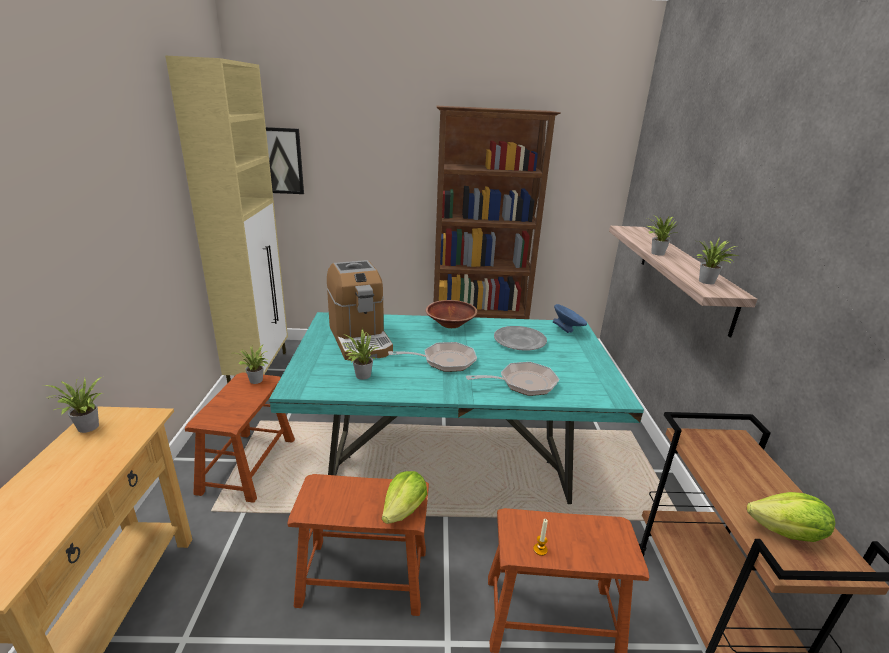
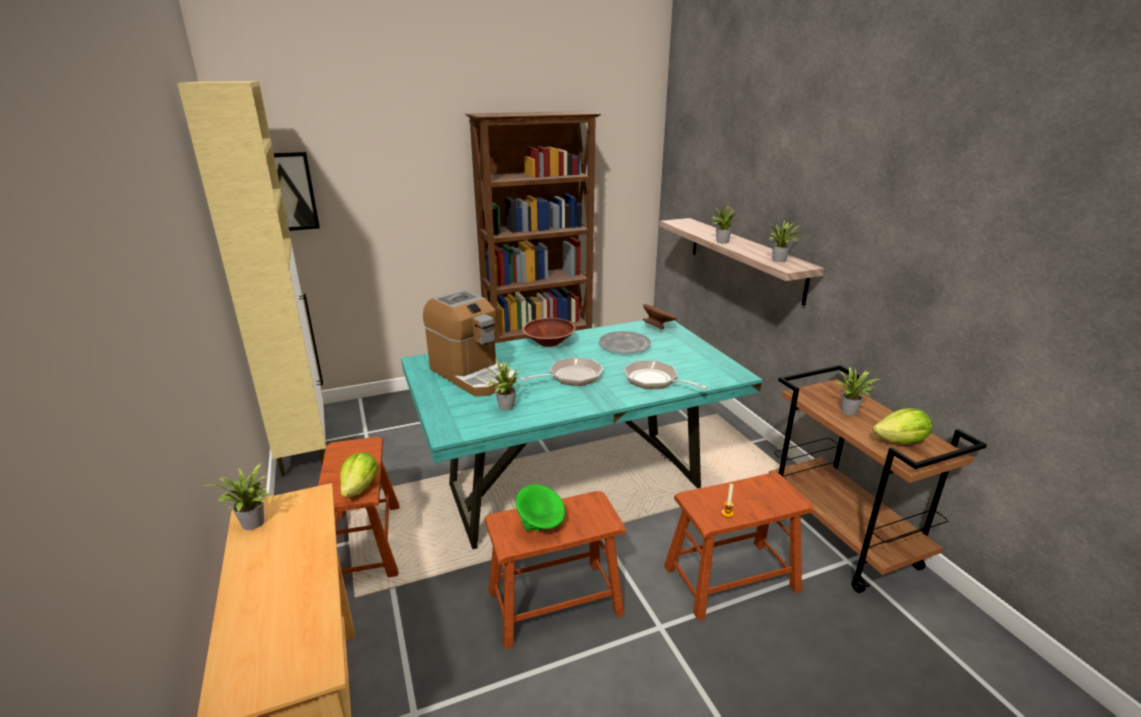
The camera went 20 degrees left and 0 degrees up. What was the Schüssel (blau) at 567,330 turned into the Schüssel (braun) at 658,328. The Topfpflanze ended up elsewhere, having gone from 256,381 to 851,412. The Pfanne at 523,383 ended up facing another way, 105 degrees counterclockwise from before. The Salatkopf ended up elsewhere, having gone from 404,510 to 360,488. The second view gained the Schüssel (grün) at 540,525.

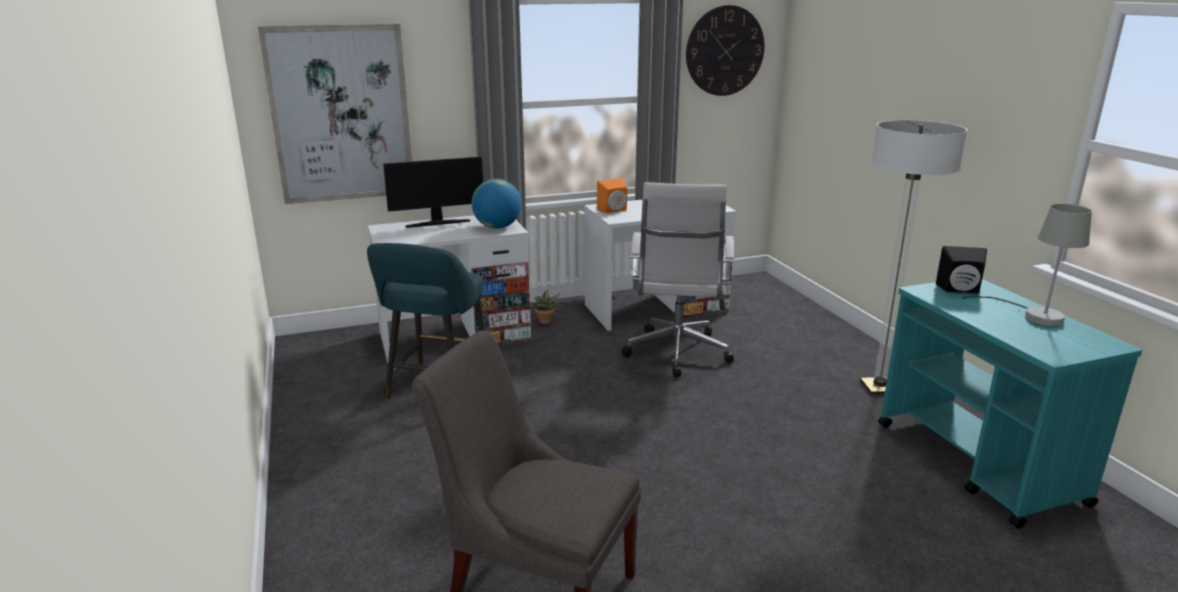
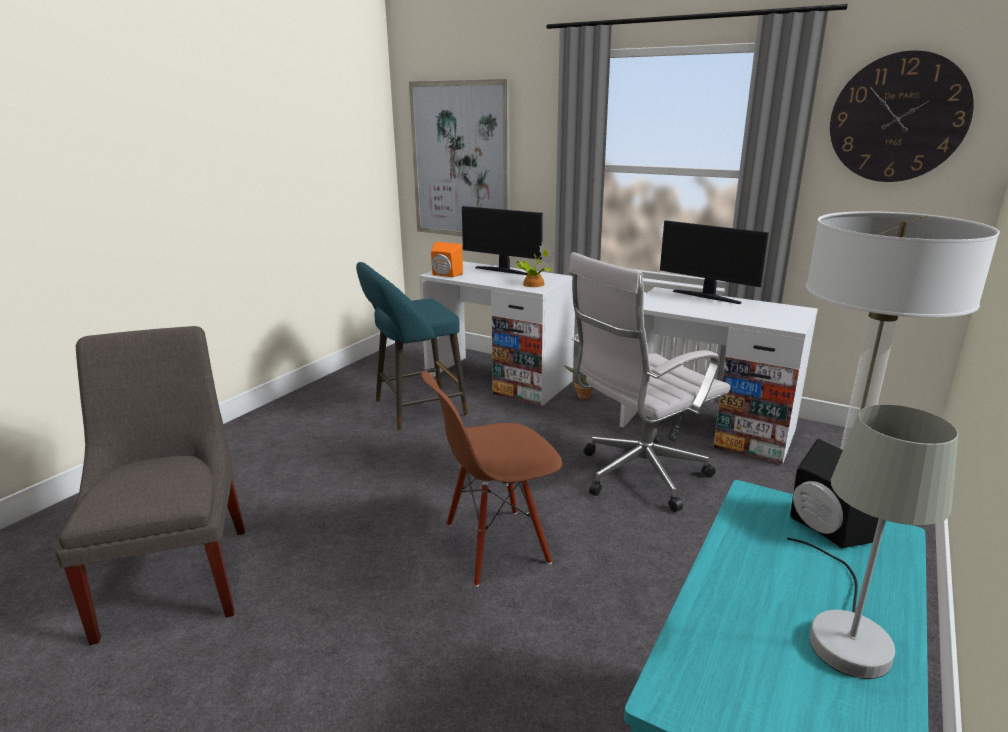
The camera went 50 degrees right and 0 degrees up. The Lautsprecher (orange) ended up elsewhere, having gone from 614,210 to 445,275. Where the Globus stood at 497,227, the Topfpflanze came to stand at 532,284. The second view gained the Monitor at 707,296. The second view gained the Stuhl (braun) at 496,545.

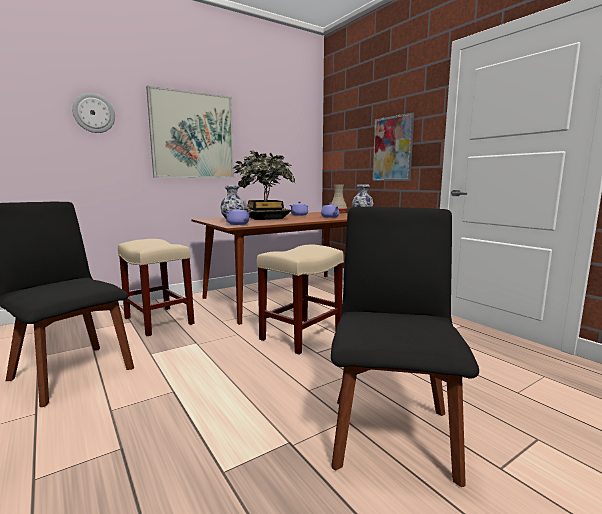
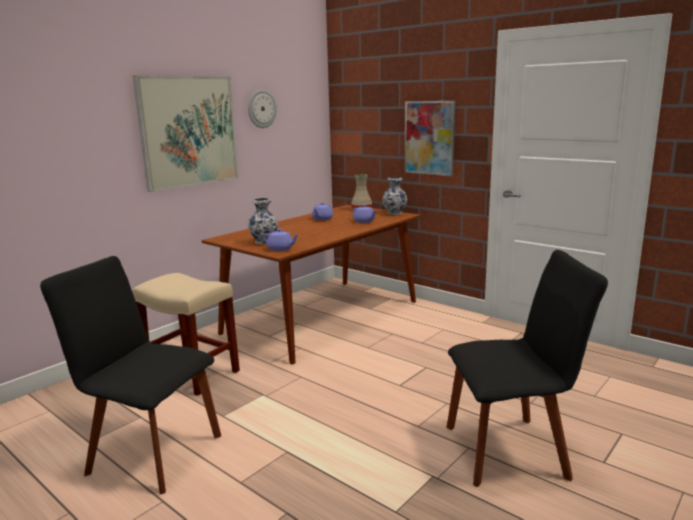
The camera went 15 degrees left and 5 degrees up. The Wanduhr ended up elsewhere, having gone from 94,113 to 261,108. The second view lost the Topfpflanze at 265,218. The Stuhl (schwarz) at 392,432 ended up facing another way, 90 degrees clockwise from before. The second view lost the Hocker (beige) at 301,336.

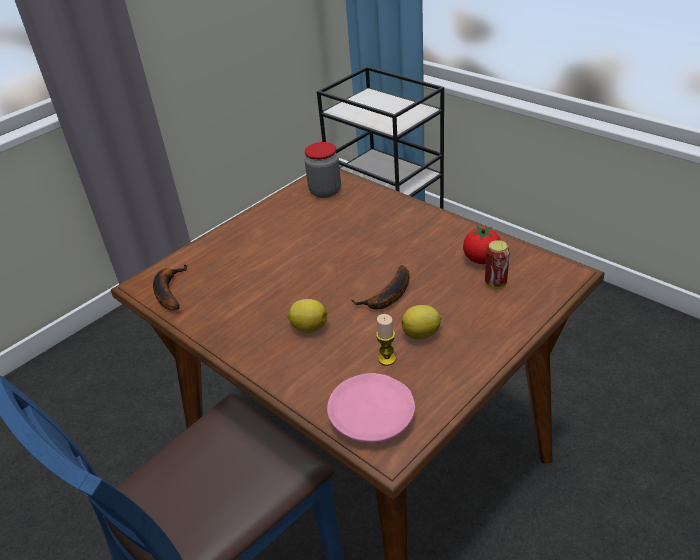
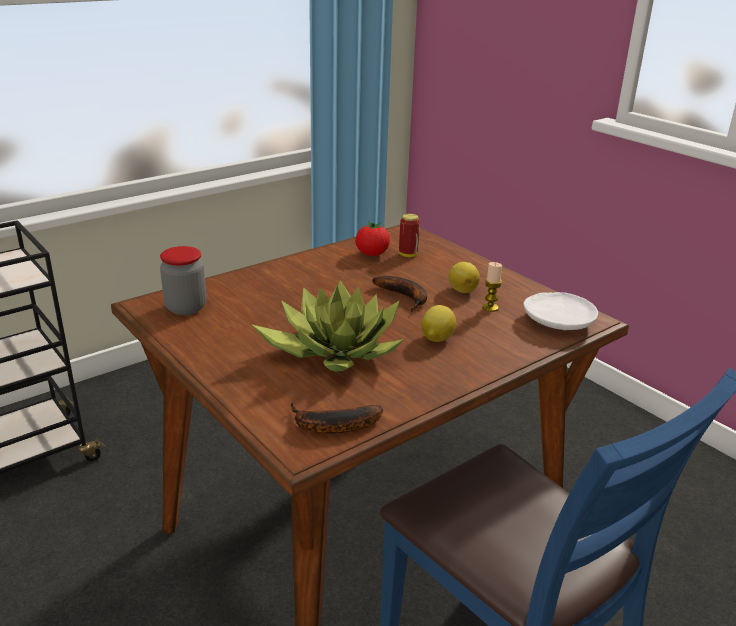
The camera went 85 degrees left and 10 degrees down. What was the Teller (rosa) at 373,418 turned into the Teller (weiß) at 558,321. The second view gained the Topfpflanze at 333,350.

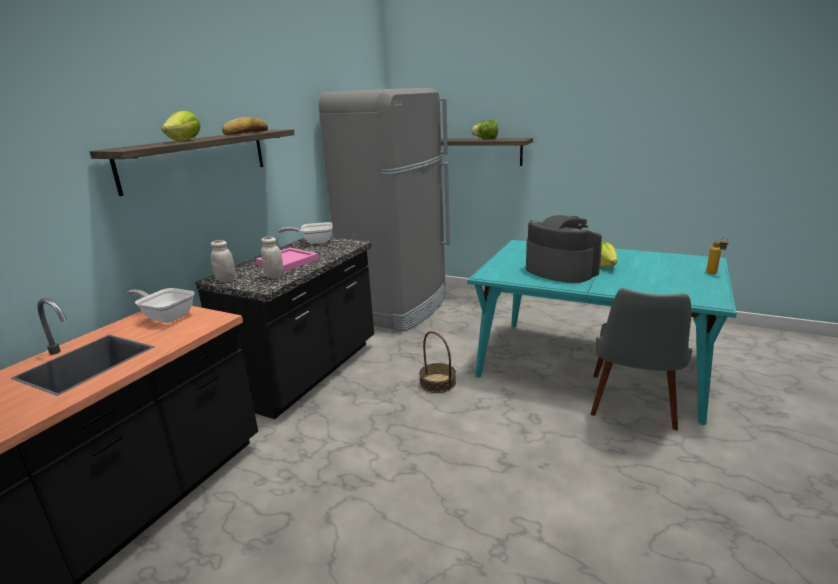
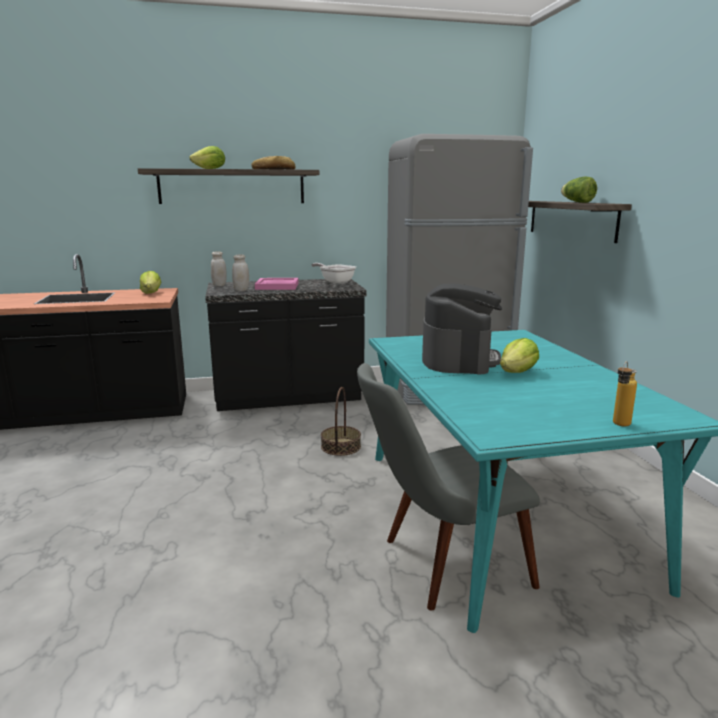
The camera went 50 degrees right and 5 degrees down. Where the Pfanne stood at 166,316, the Salatkopf came to stand at 151,293.

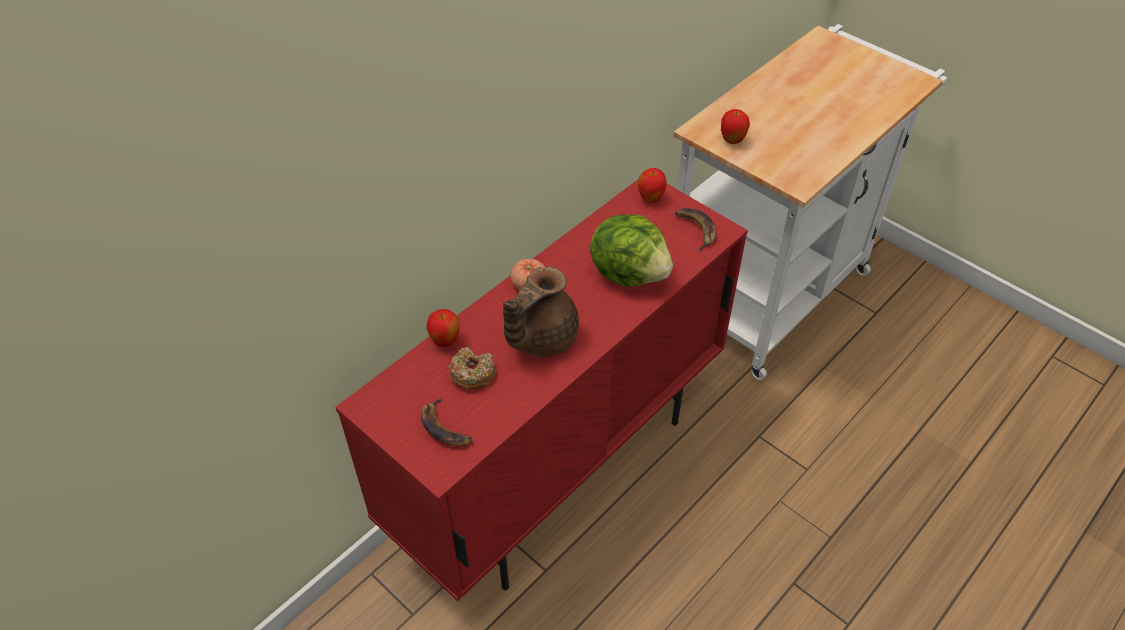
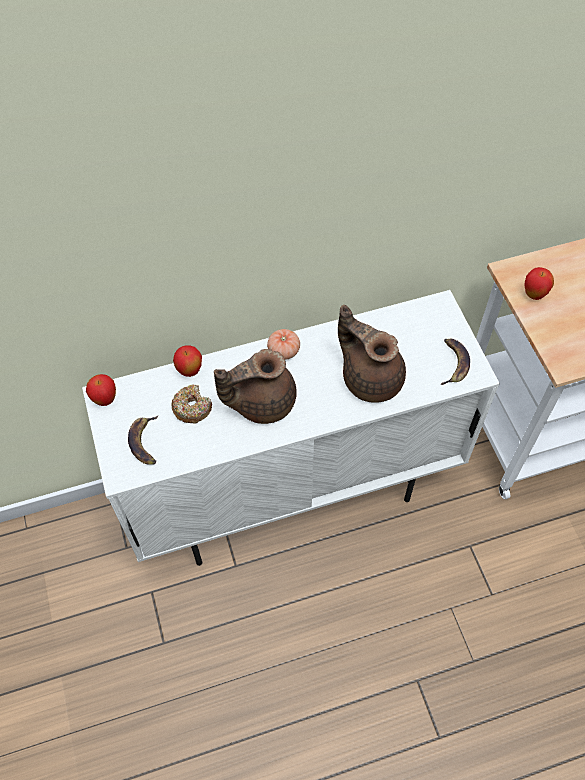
The camera went 30 degrees right and 10 degrees up. The Apfel ended up elsewhere, having gone from 650,199 to 105,400. What was the Schrank (rot) at 559,470 turned into the Schrank (weiß) at 293,493. Where the Salatkopf stood at 629,273, the Teekanne (braun) came to stand at 370,377.

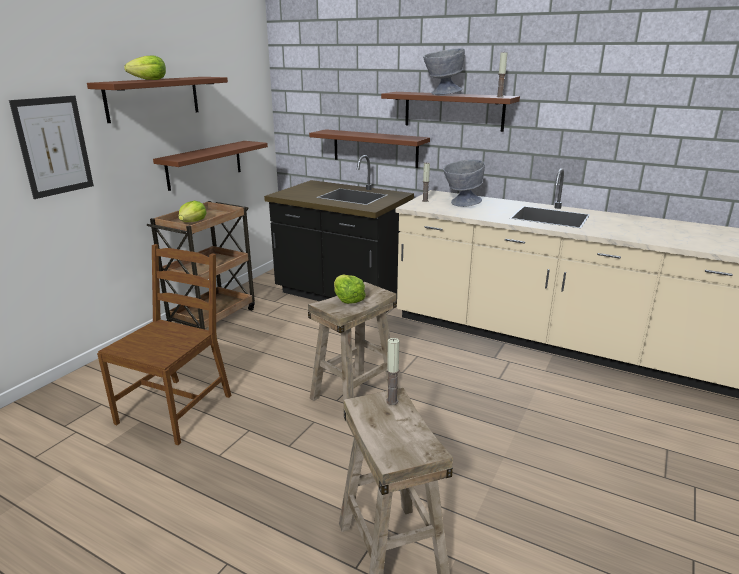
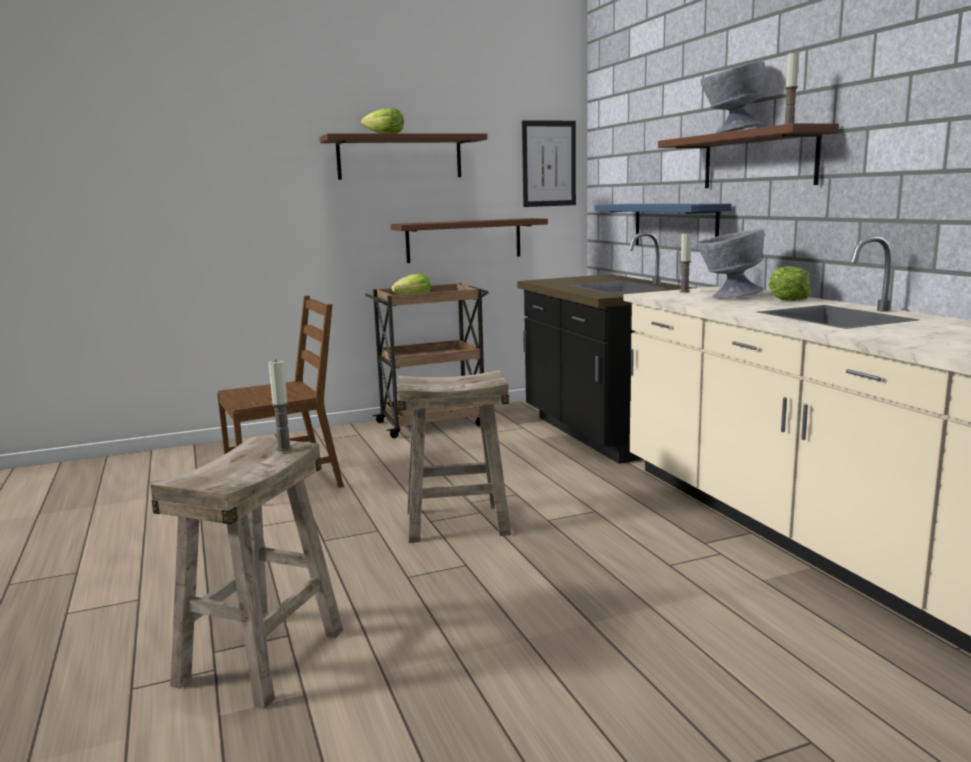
The camera went 40 degrees right and 10 degrees down. The Bild ended up elsewhere, having gone from 54,146 to 549,163. What was the Wandregal (braun) at 375,148 turned into the Wandregal (blau) at 674,226. The Salatkopf ended up elsewhere, having gone from 348,299 to 787,299.

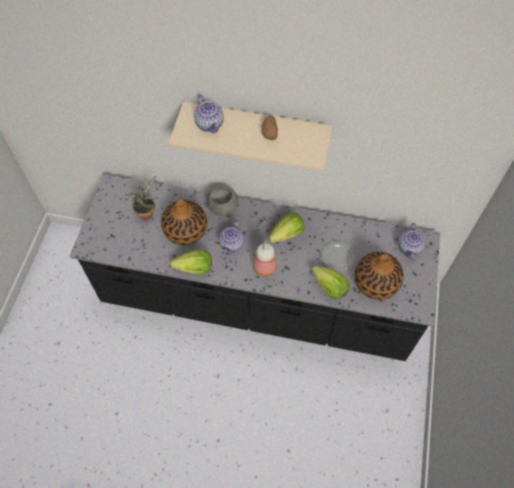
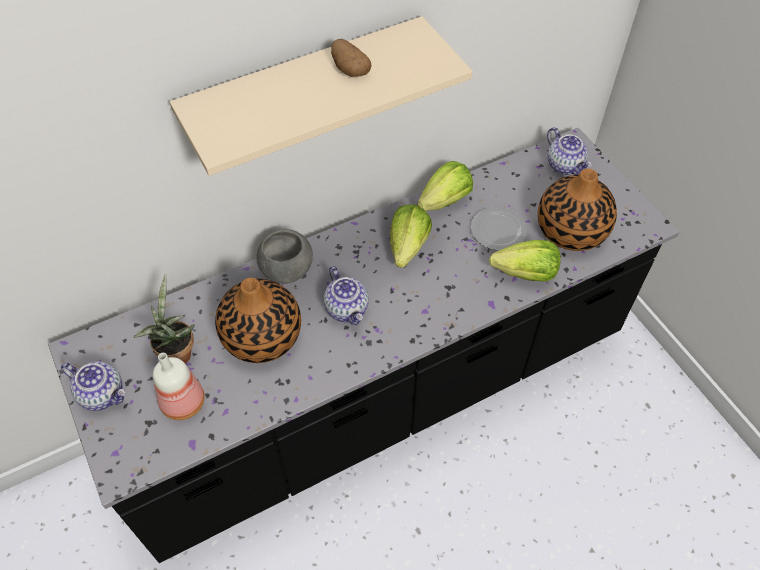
The camera went 40 degrees left and 5 degrees down. The Teekanne ended up elsewhere, having gone from 210,124 to 103,394. The Flasche ended up elsewhere, having gone from 264,268 to 184,404. The Salatkopf ended up elsewhere, having gone from 195,269 to 445,201.

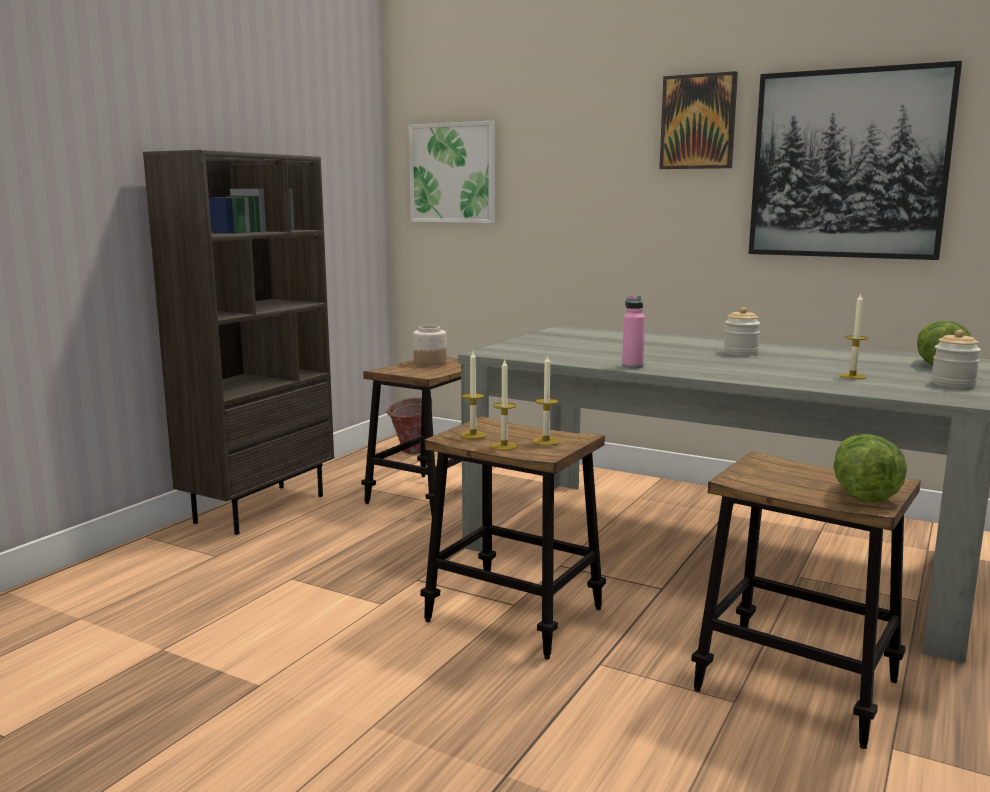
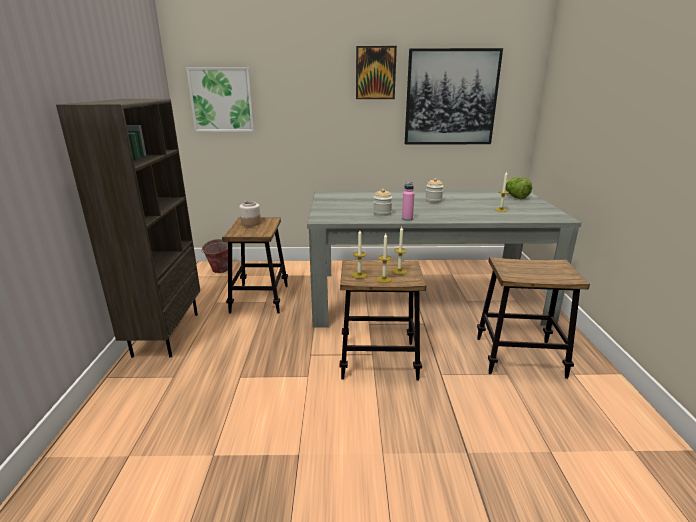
The camera went 30 degrees left and 10 degrees up. The Vorratsglas ended up elsewhere, having gone from 952,384 to 382,213. The second view lost the Salatkopf at 861,493.

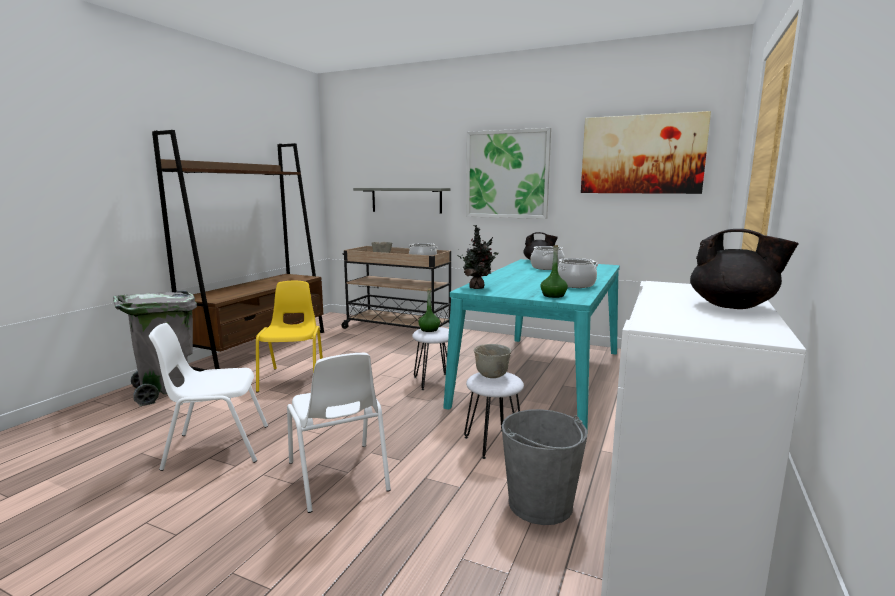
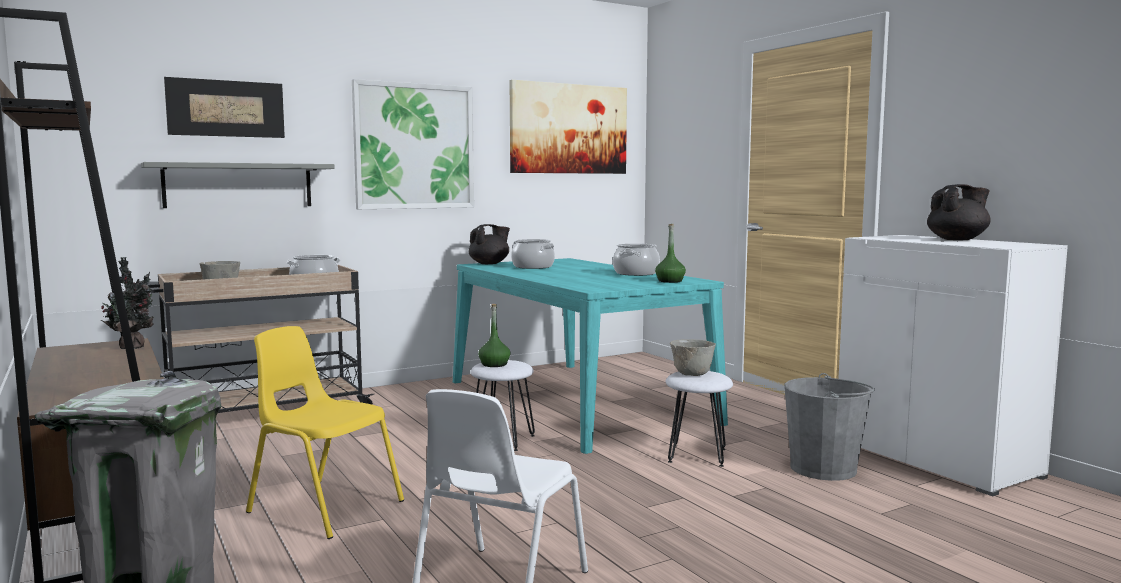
The camera went 55 degrees left and 5 degrees down. The Topfpflanze ended up elsewhere, having gone from 477,288 to 132,347. The second view lost the Stuhl (weiß) at 338,477. The second view gained the Bild at 226,108.

